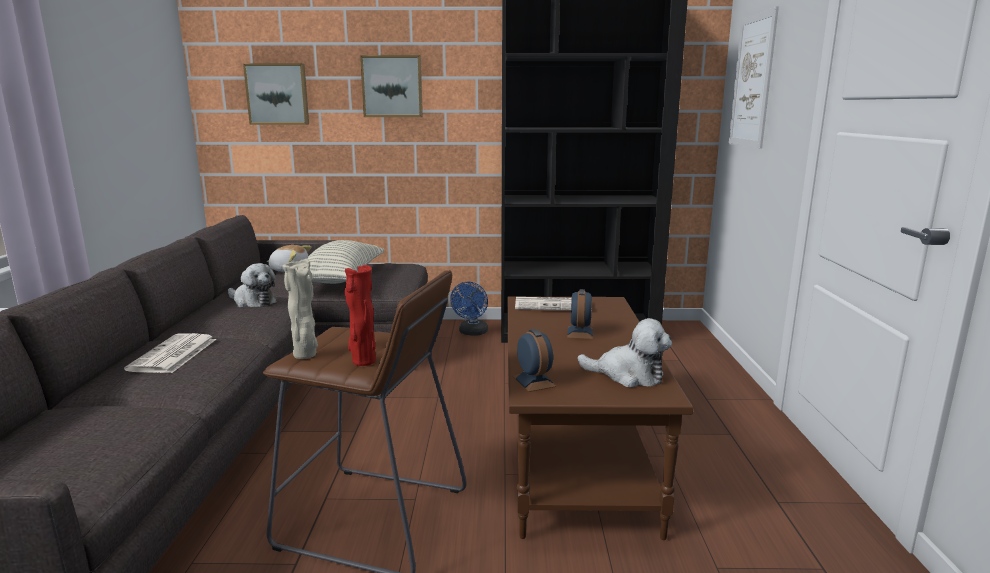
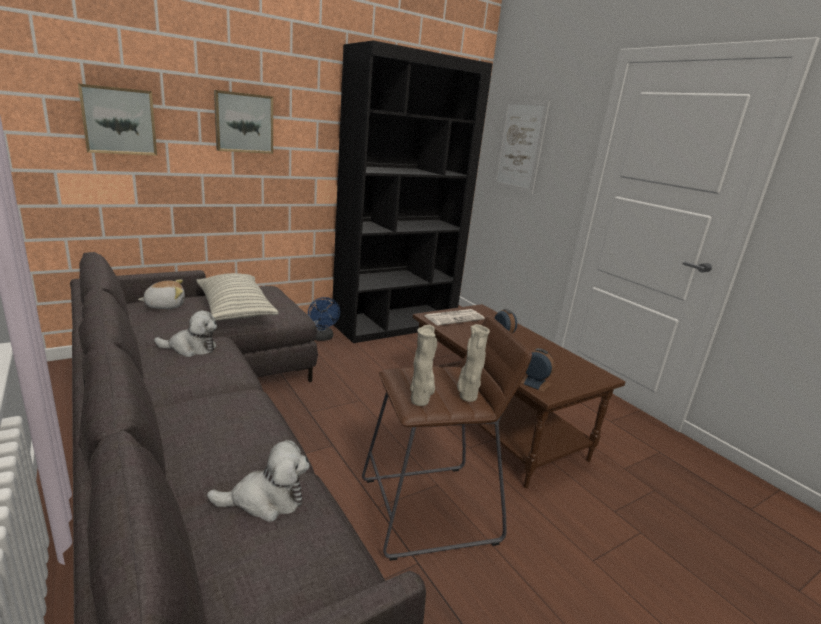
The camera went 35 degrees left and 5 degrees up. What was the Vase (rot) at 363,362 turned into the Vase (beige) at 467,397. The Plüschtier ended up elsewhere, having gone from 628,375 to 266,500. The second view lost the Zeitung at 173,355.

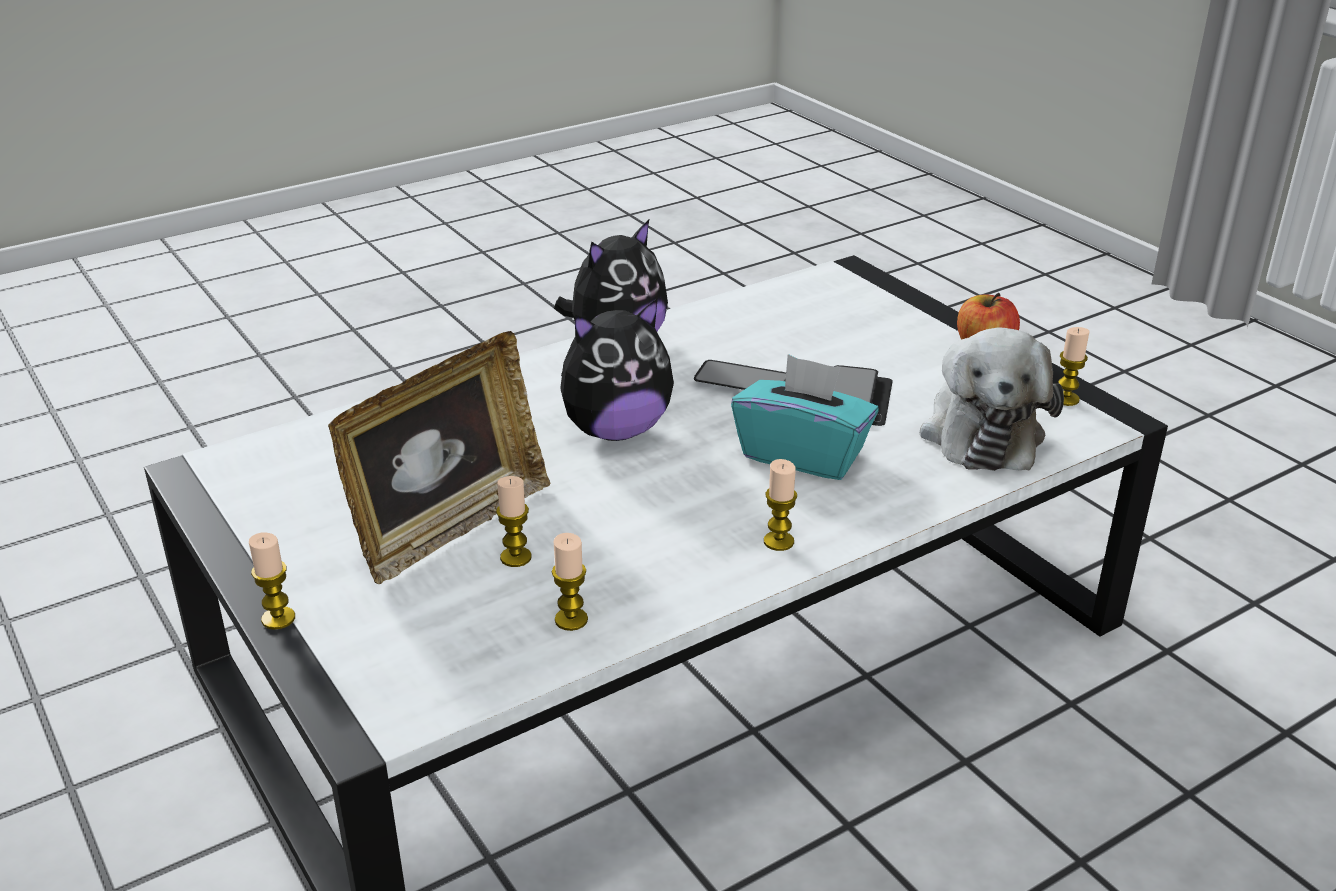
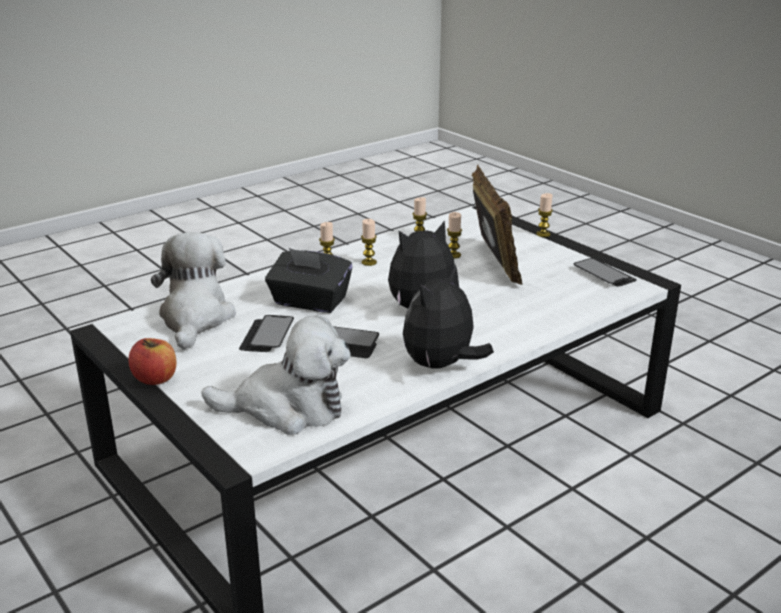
The camera went 175 degrees right and 5 degrees down. The Kerze ended up elsewhere, having gone from 1065,399 to 369,262. The Bilderrahmen at 449,526 ended up facing another way, 135 degrees clockwise from before. What was the Taschentuchbox (türkis) at 803,454 turned into the Taschentuchbox (schwarz) at 309,302. The second view gained the Handy at 604,274. The second view gained the Plüschtier at 287,408.

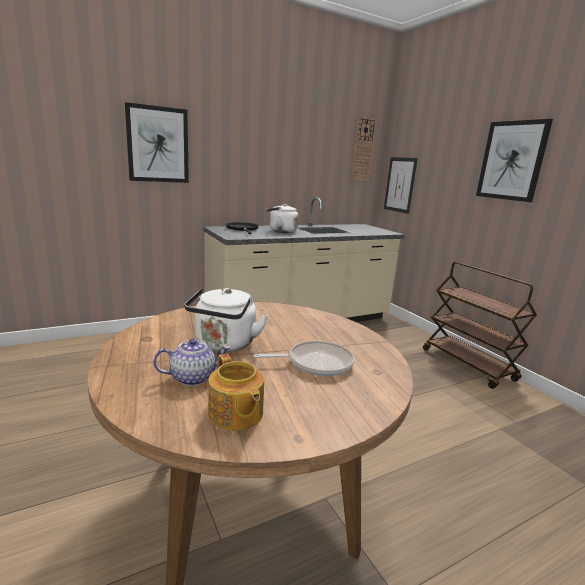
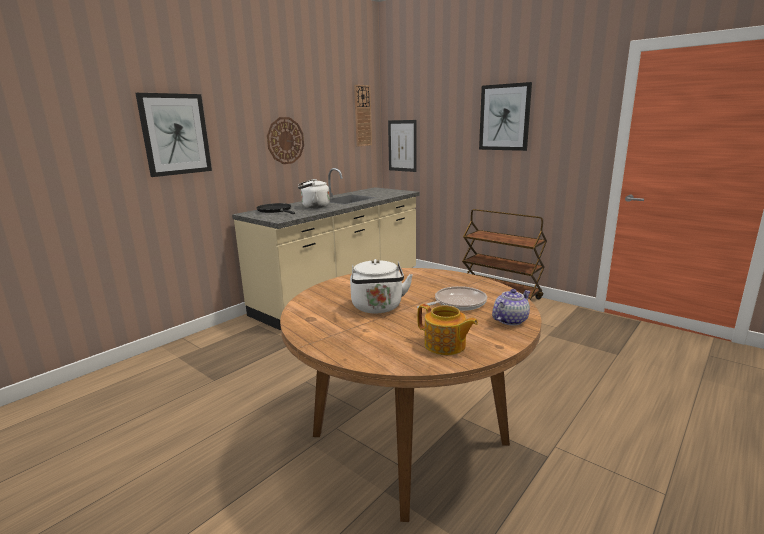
The camera went 20 degrees left and 0 degrees up. The Teekanne ended up elsewhere, having gone from 193,377 to 510,320. The second view gained the Wanduhr at 285,140.

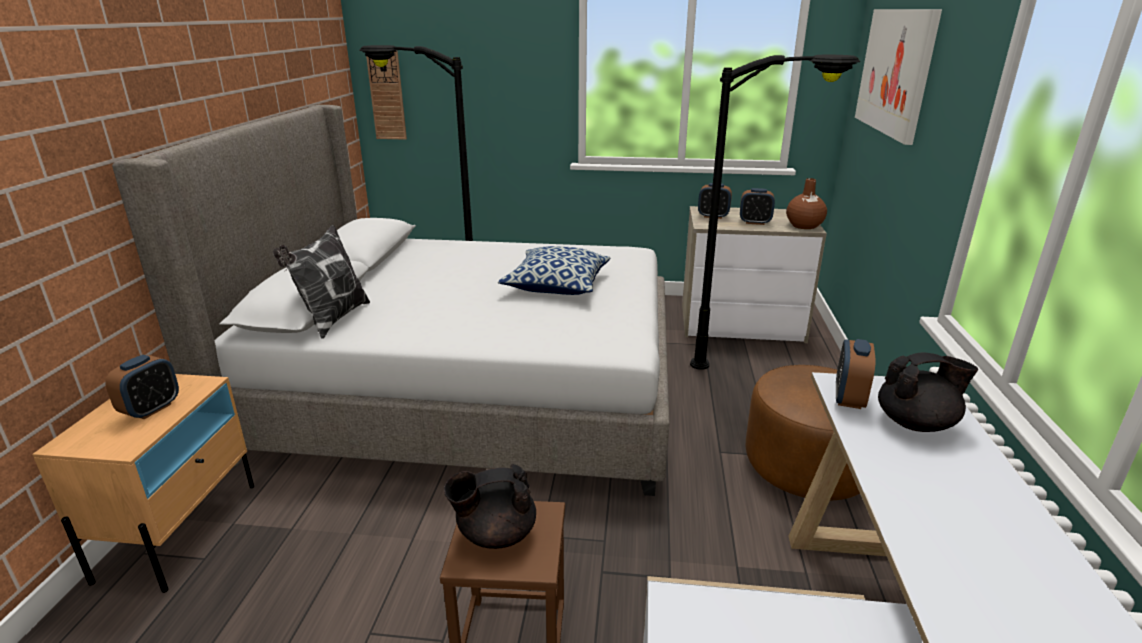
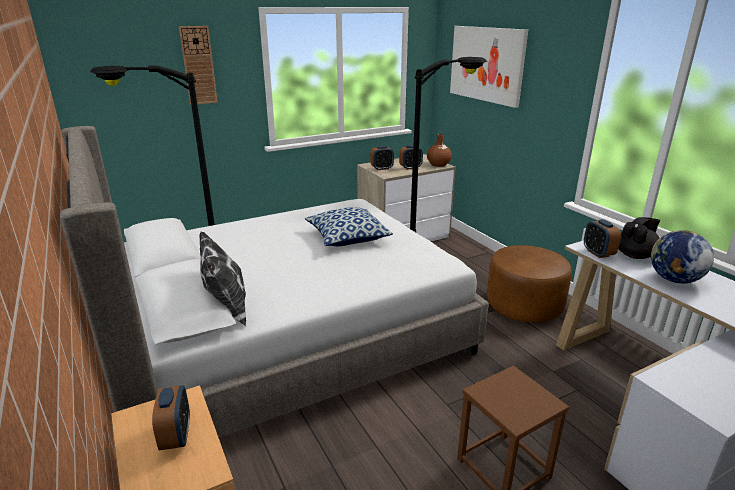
The camera went 35 degrees left and 0 degrees up. The Wanduhr ended up elsewhere, having gone from 387,95 to 198,65. The second view lost the Teekanne (schwarz) at 495,534. The second view gained the Globus at 674,280.

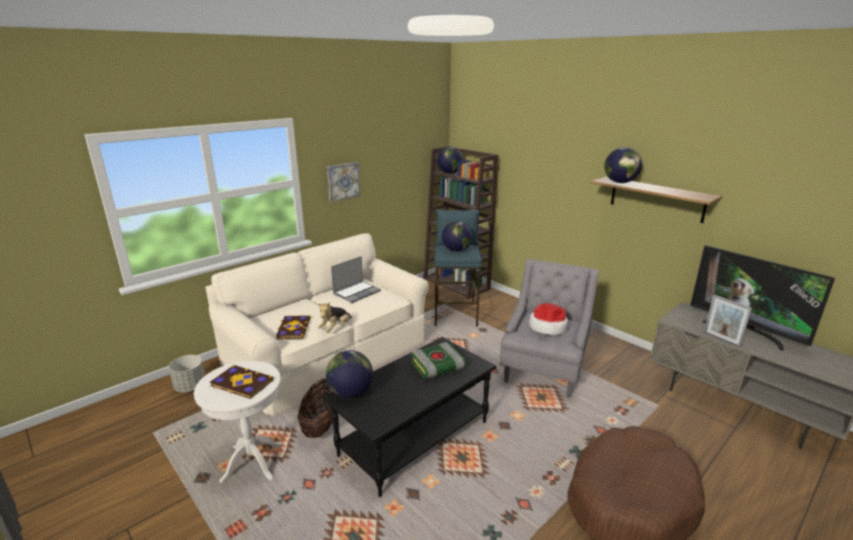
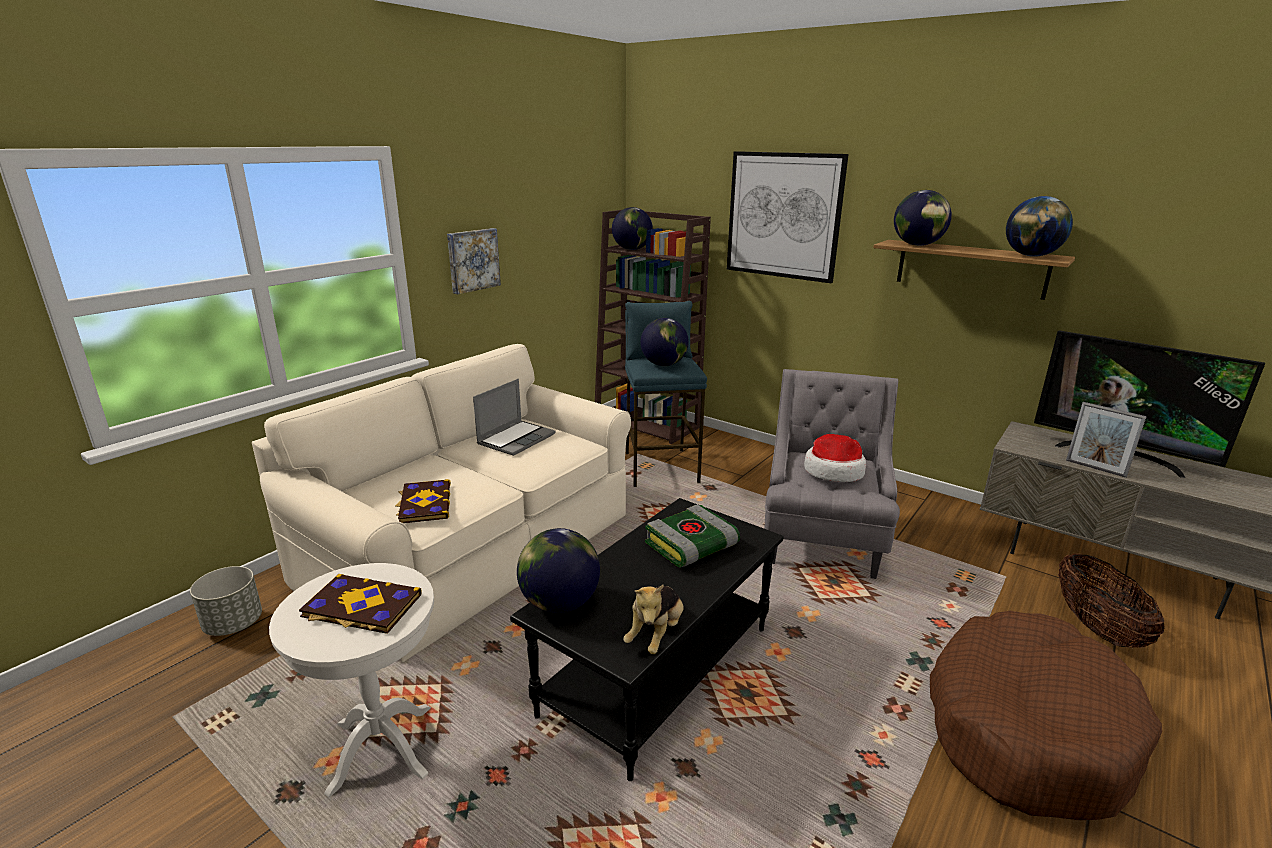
The camera went 10 degrees left and 0 degrees up. The Plüschtier ended up elsewhere, having gone from 335,328 to 656,634. The Korb ended up elsewhere, having gone from 321,424 to 1096,627. The second view gained the Bild at 783,216. The second view gained the Globus at 1031,256.

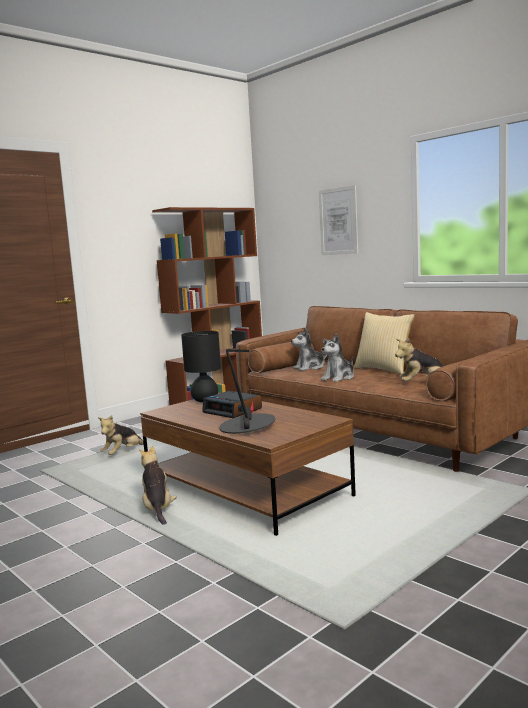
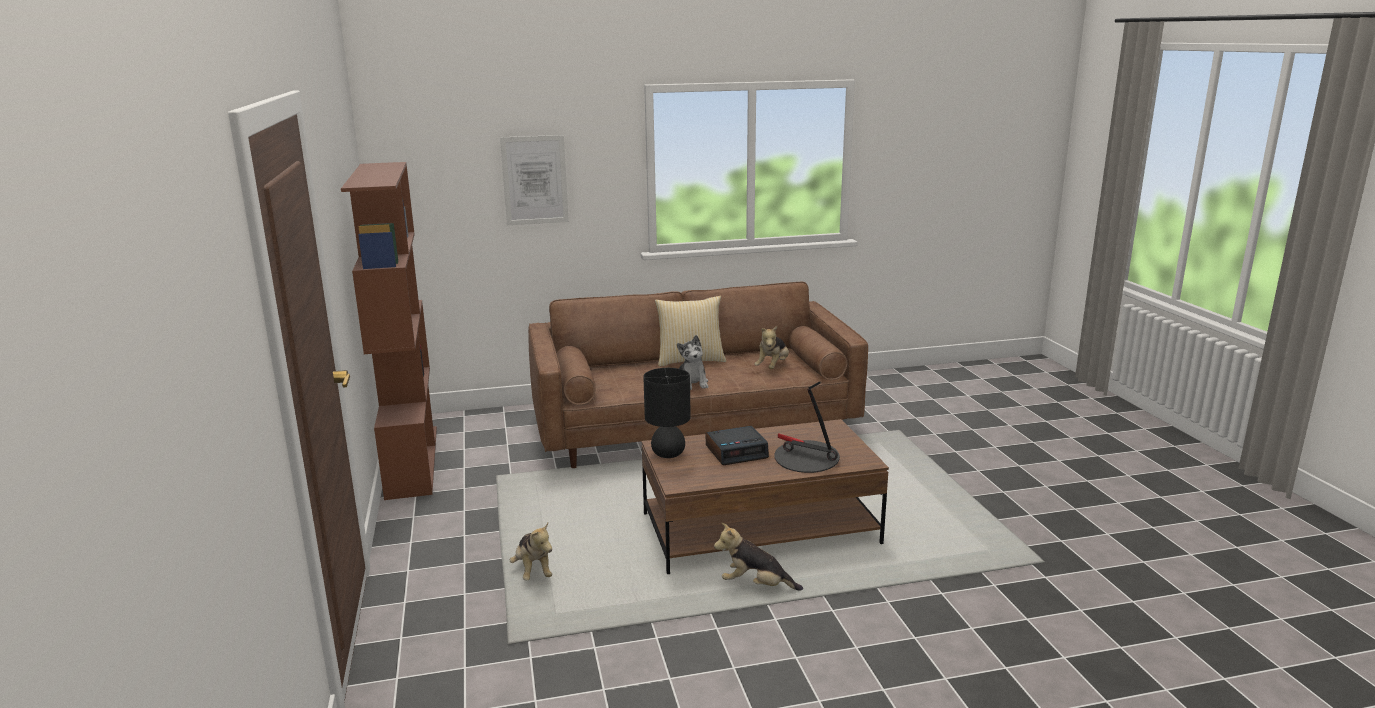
The camera went 60 degrees left and 10 degrees up. The second view lost the Plüschtier at 310,368.

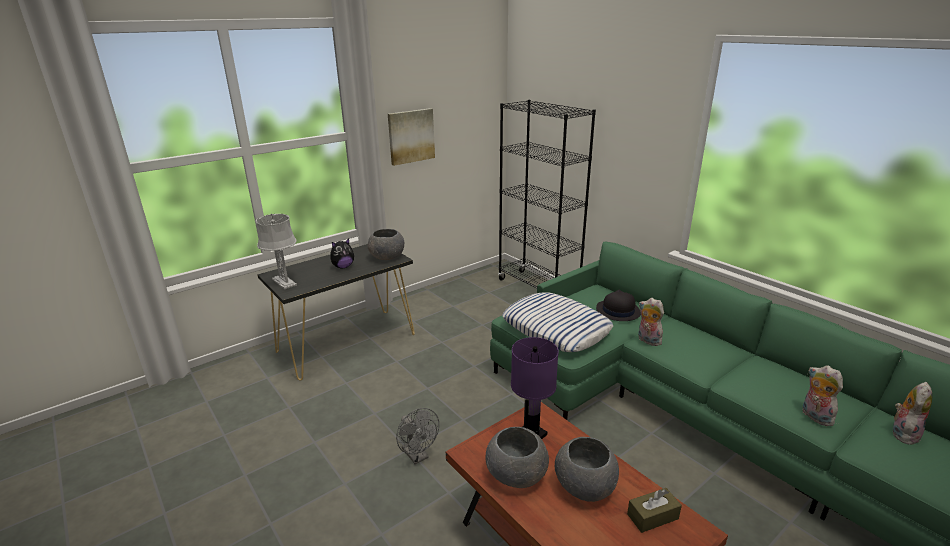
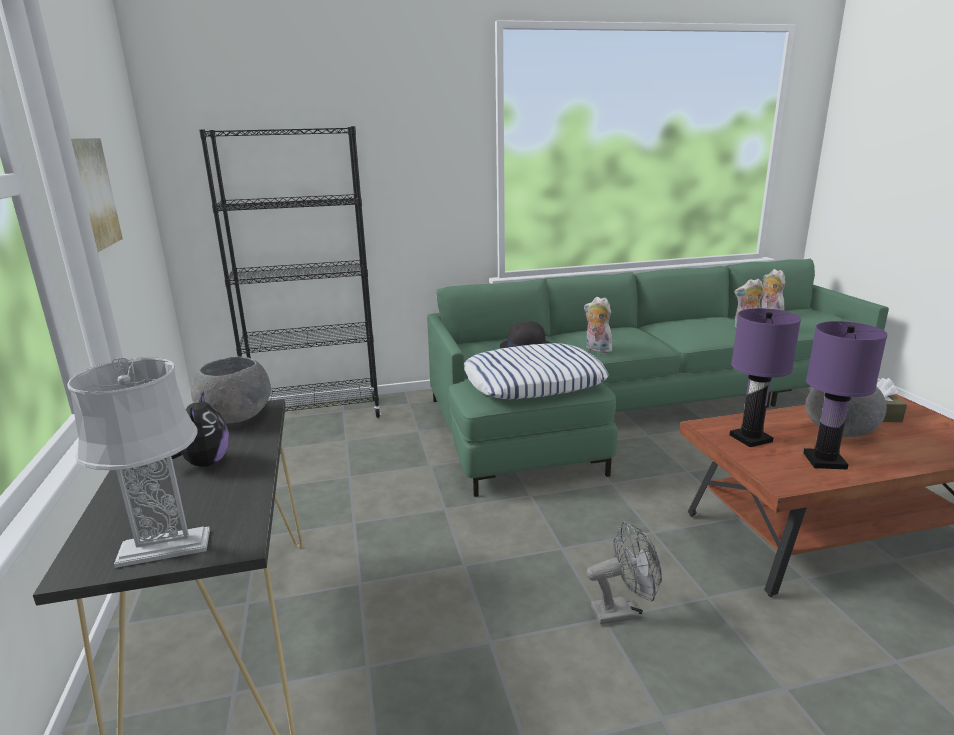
The camera went 65 degrees left and 5 degrees down. The Plüschtier at 647,340 ended up facing another way, 60 degrees clockwise from before. Where the Schüssel (grau) stood at 517,475, the Tischlampe (lila) came to stand at 825,460.

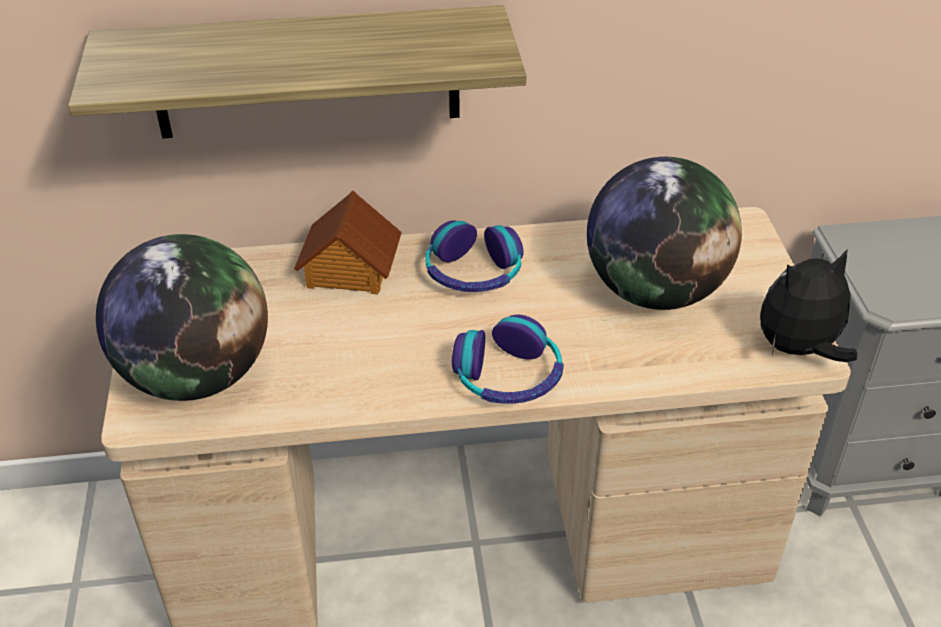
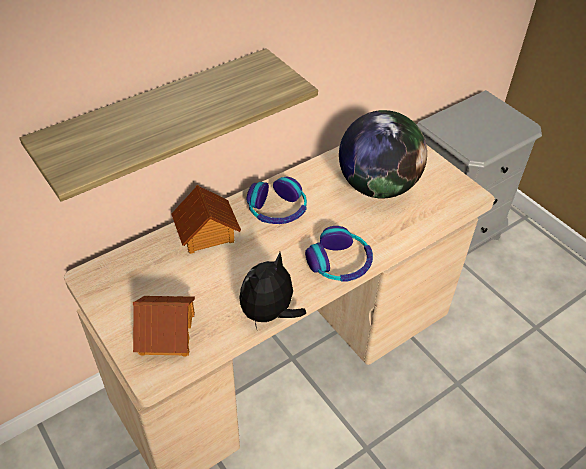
The camera went 30 degrees left and 5 degrees up. Where the Globus stood at 197,375, the Spielzeughaus came to stand at 166,333. The Plüschtier ended up elsewhere, having gone from 798,350 to 269,314.

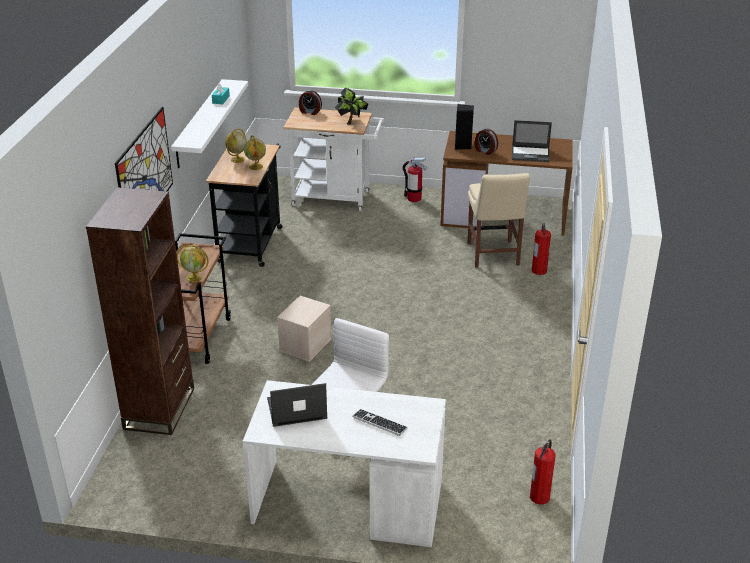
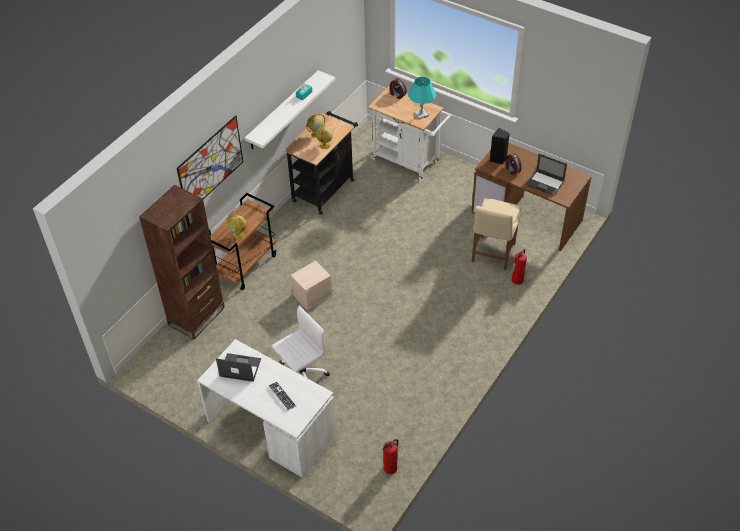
The camera went 25 degrees right and 15 degrees up. Where the Topfpflanze stood at 351,122, the Tischlampe (türkis) came to stand at 421,114. The second view lost the Feuerlöscher at 414,198.

